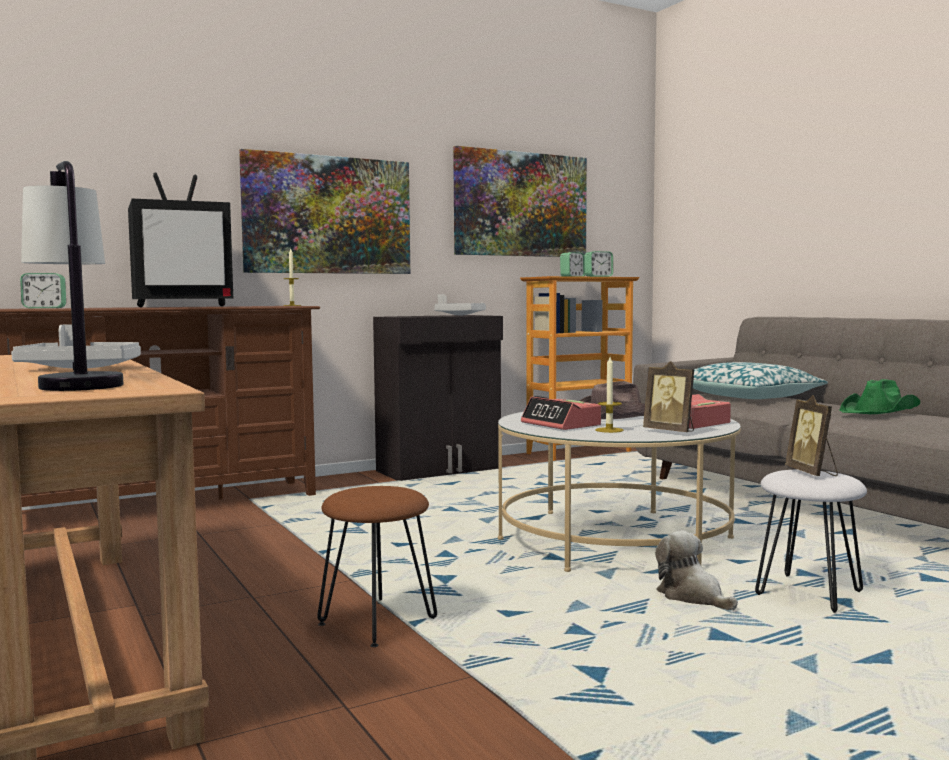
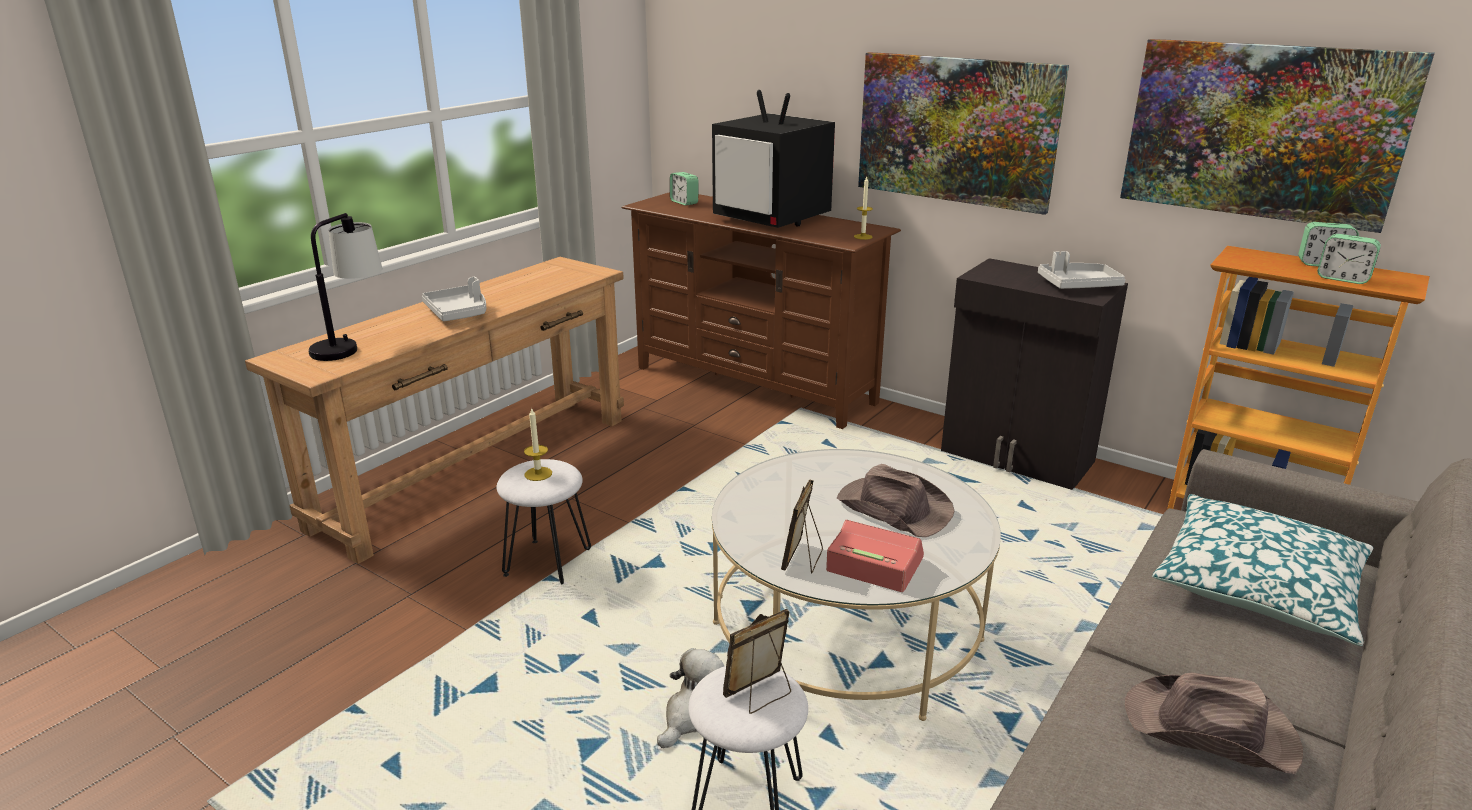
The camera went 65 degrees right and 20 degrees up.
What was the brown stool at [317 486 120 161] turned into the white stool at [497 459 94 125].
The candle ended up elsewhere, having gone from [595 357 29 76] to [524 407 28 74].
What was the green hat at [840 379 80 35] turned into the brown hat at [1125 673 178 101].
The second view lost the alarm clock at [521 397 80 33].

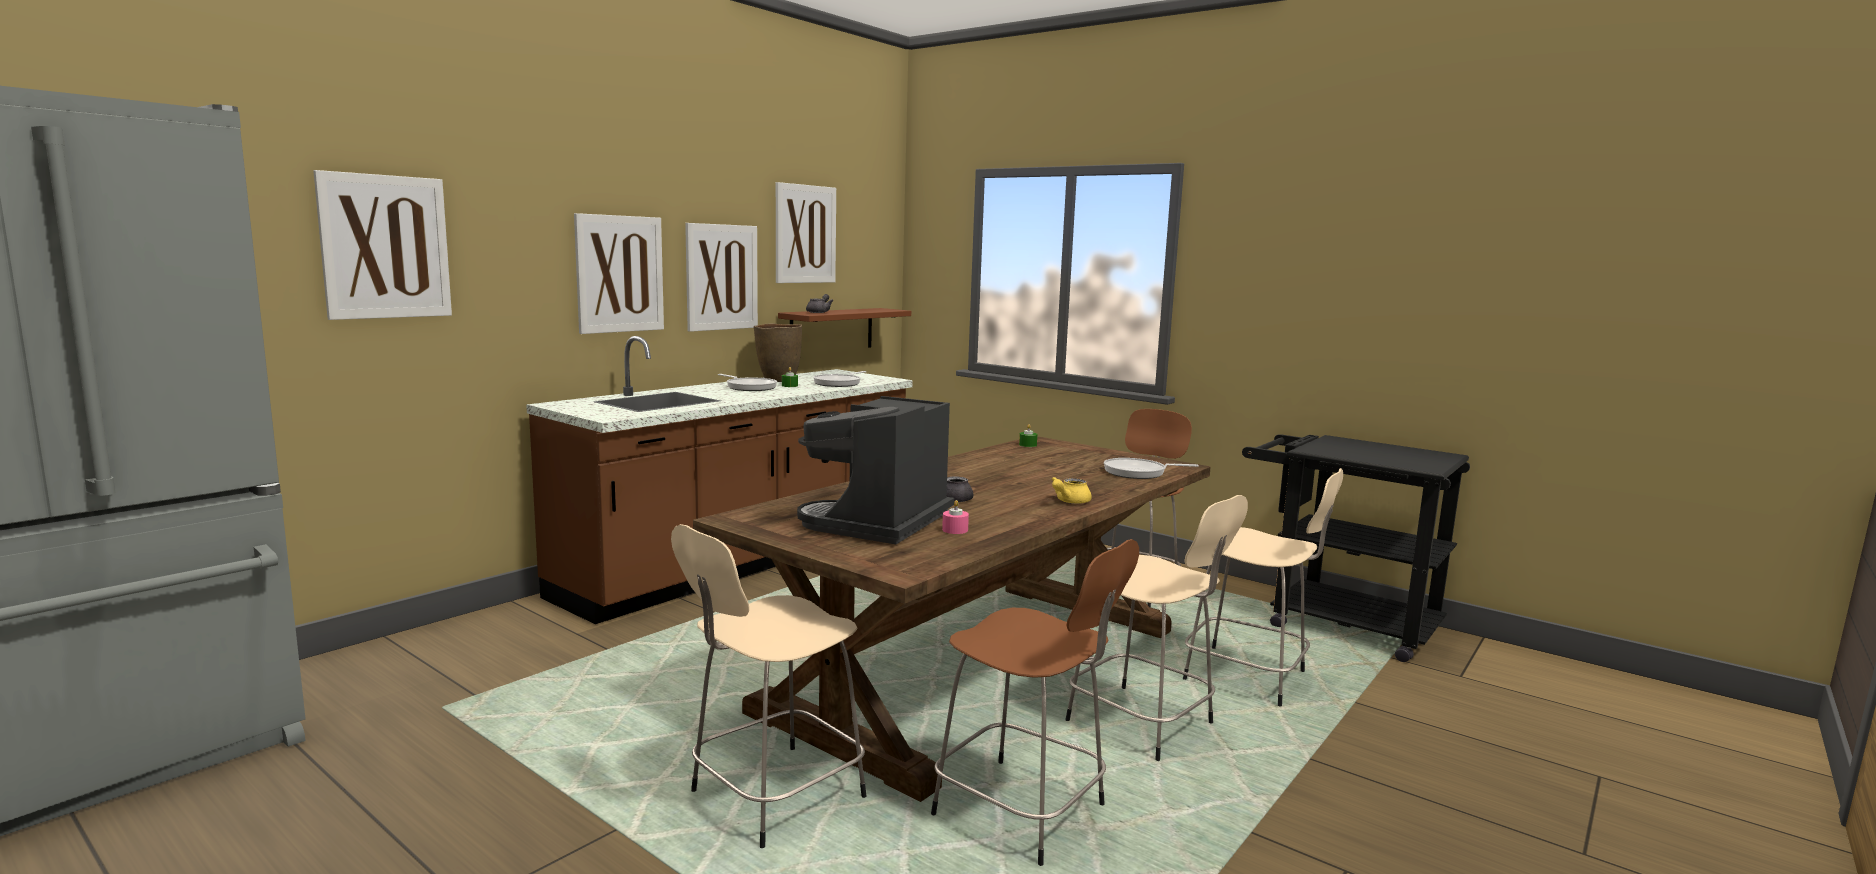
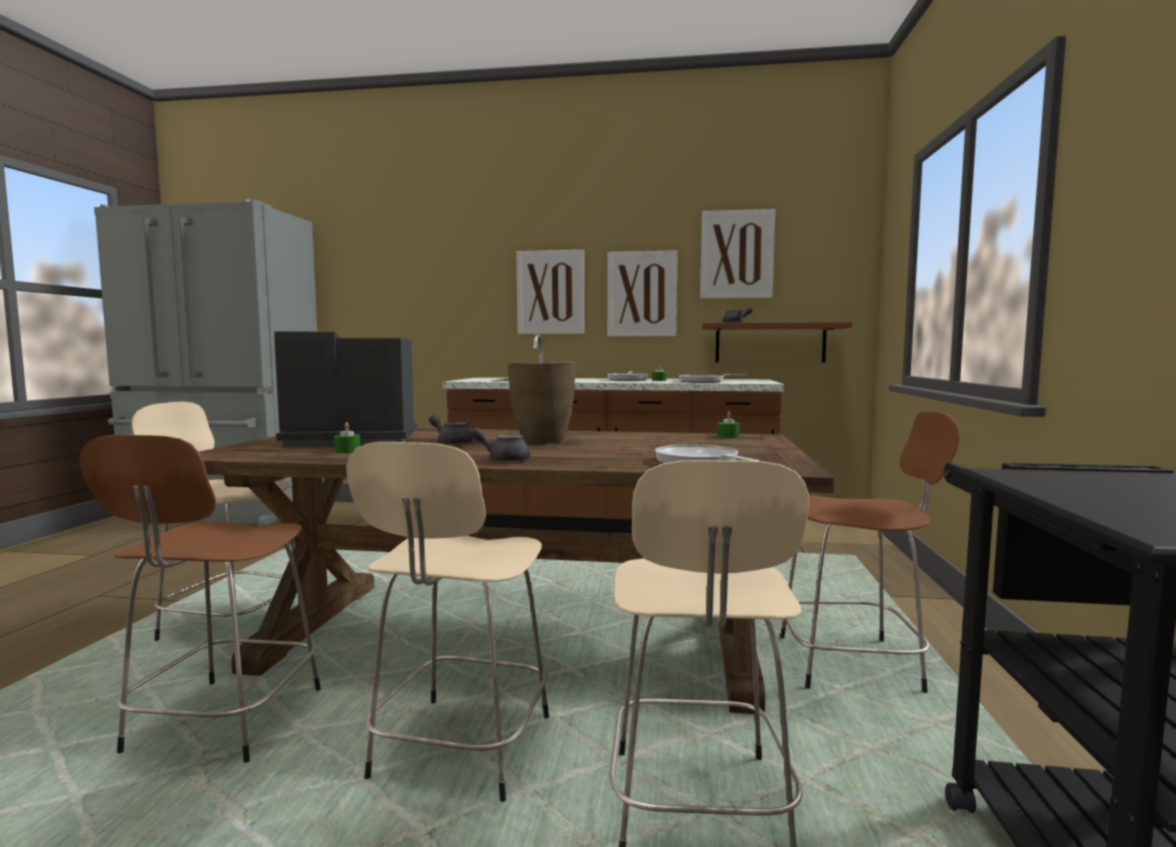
The camera went 60 degrees right and 5 degrees down.
What was the pink candle at [942 500 27 34] turned into the green candle at [334 422 27 31].
What was the yellow teapot at [1052 477 40 27] turned into the grey teapot at [471 427 59 35].
The brown vase ended up elsewhere, having gone from [754 323 48 59] to [508 361 67 82].
The second view lost the picture at [313 170 139 150].

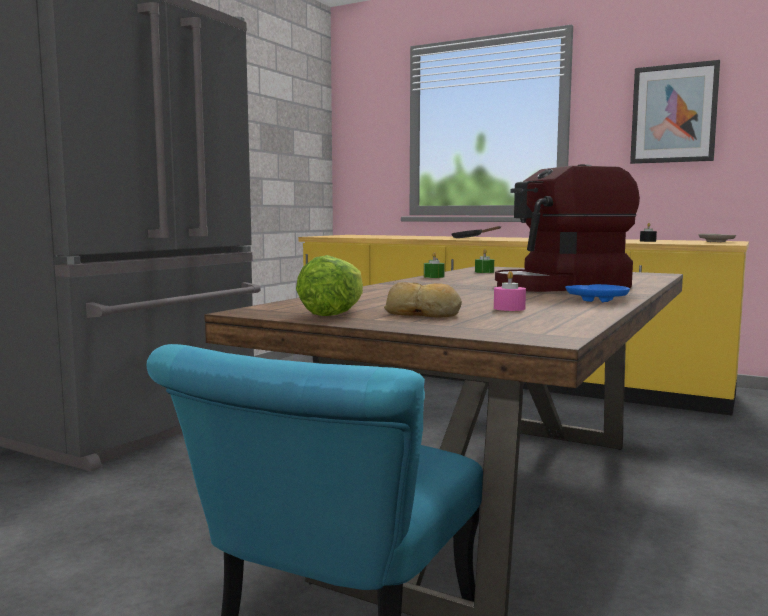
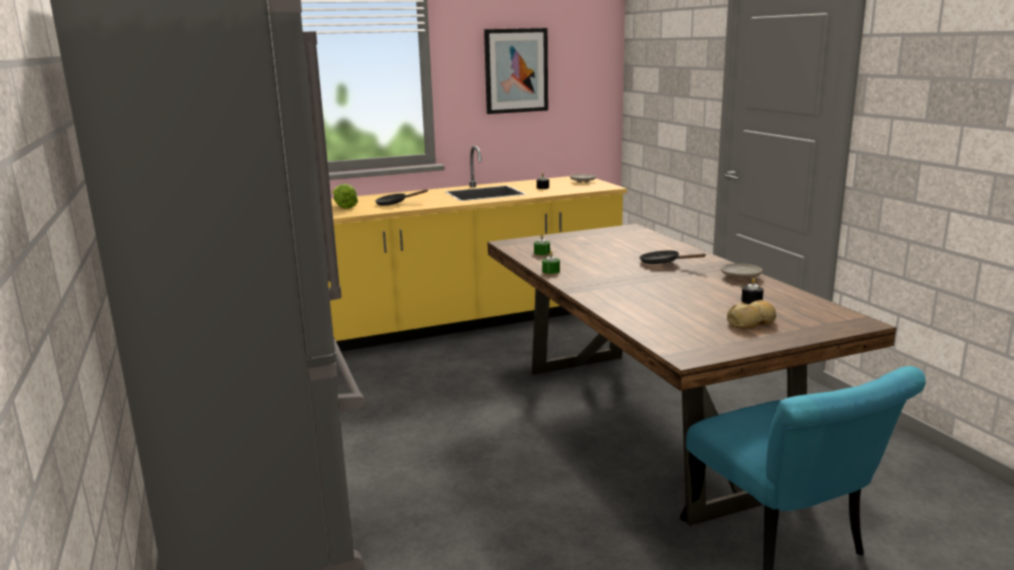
The camera went 50 degrees left and 10 degrees up.
The lettuce ended up elsewhere, having gone from [296 255 67 61] to [332 184 26 25].
Where the coffee machine stood at [495 164 145 128], the black frying pan came to stand at [639 250 67 14].
What was the blue plate at [565 284 65 18] turned into the beige plate at [721 263 41 17].
What was the pink candle at [494 271 32 40] turned into the black candle at [741 278 23 26].

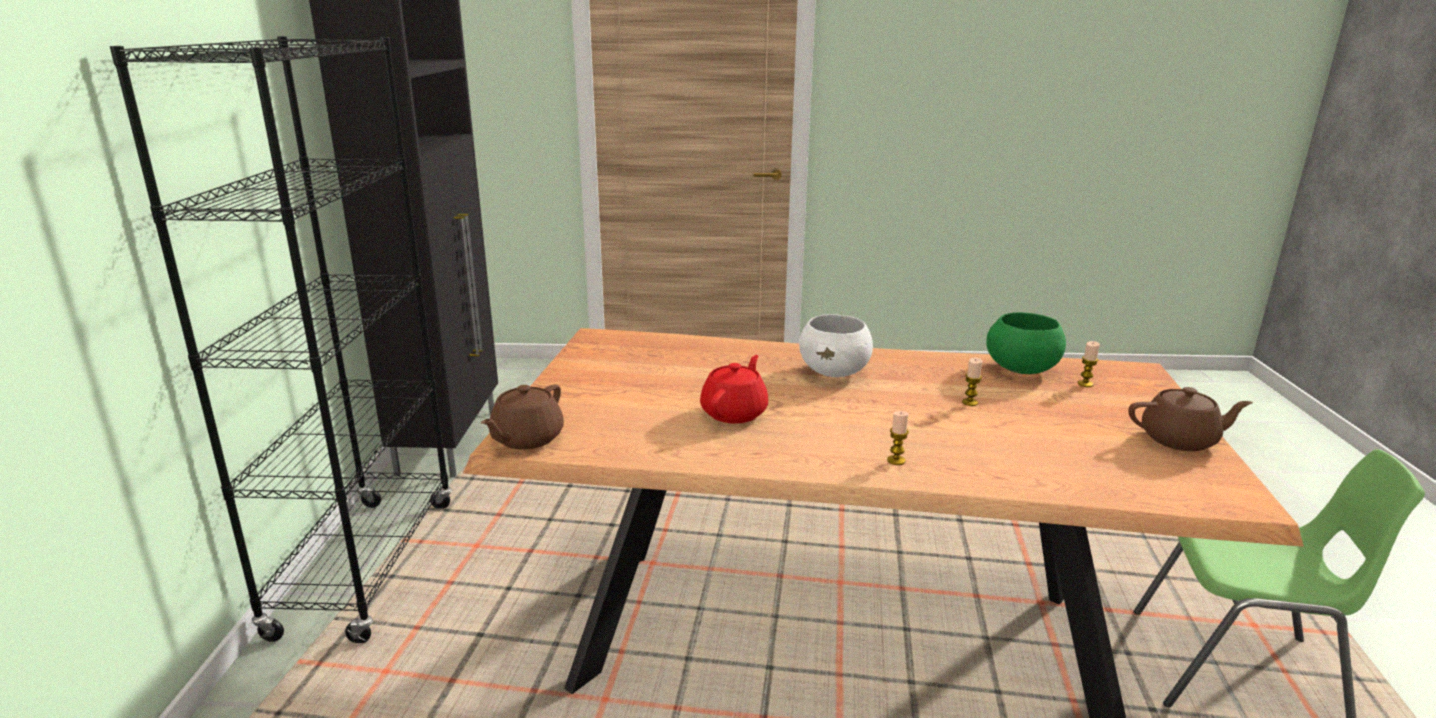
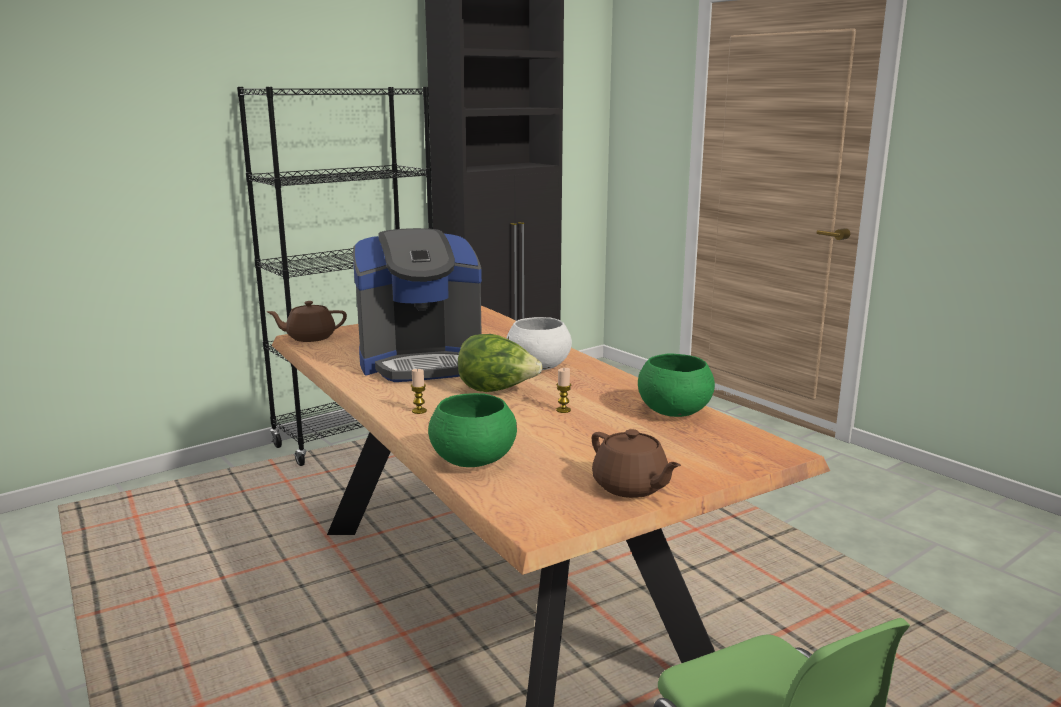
The camera went 50 degrees right and 5 degrees down.
Where the red teapot stood at [700 355 68 68], the coffee machine came to stand at [353 228 129 154].
The second view gained the green bowl at [428 393 89 74].
The second view gained the lettuce at [458 334 84 58].
The second view lost the candle at [1077 341 23 46].

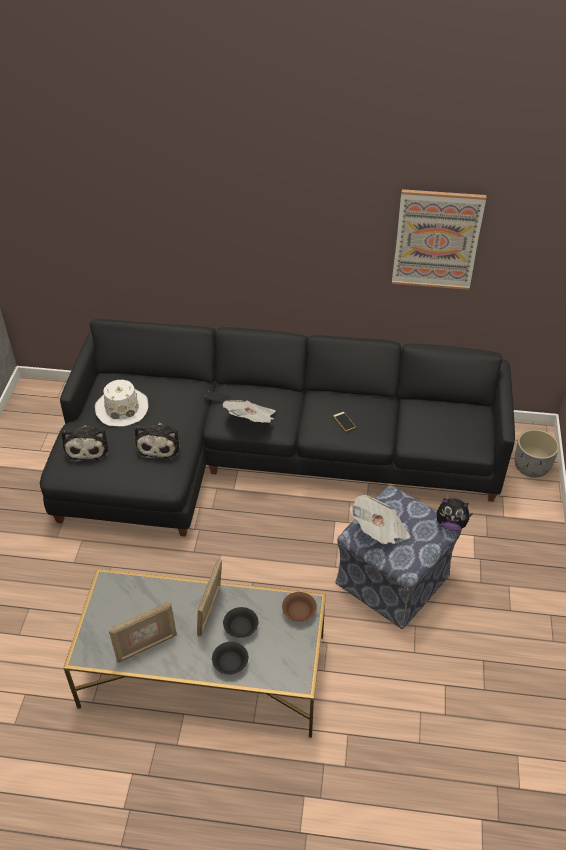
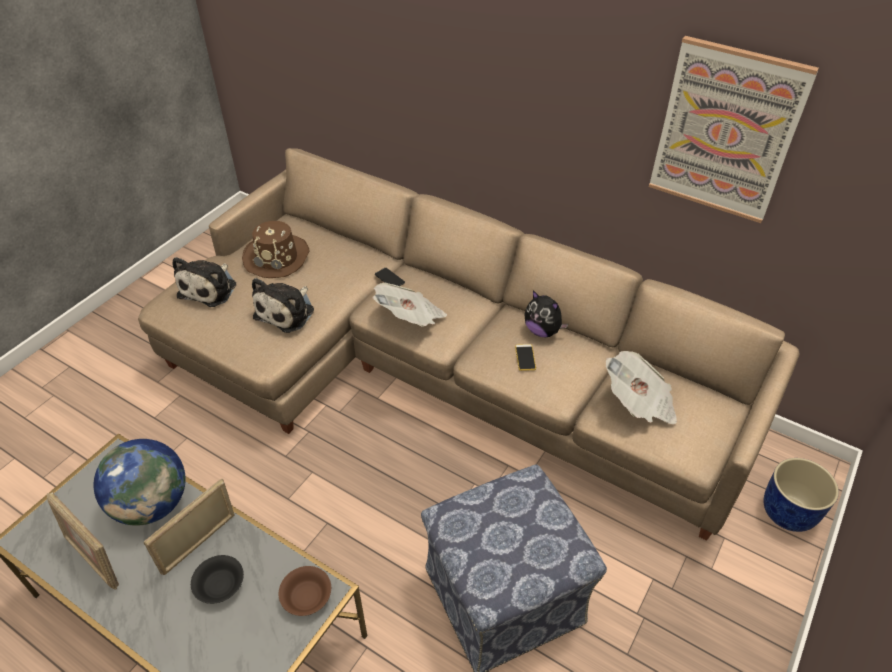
The camera went 25 degrees right and 0 degrees up.
The picture frame at [109 602 68 61] ended up facing another way, 45 degrees clockwise from before.
The second view gained the globe at [94 439 92 87].
What was the black sofa at [40 319 475 218] turned into the beige sofa at [138 148 661 393].
What was the white hat at [95 380 53 47] turned into the brown hat at [242 221 67 57].
The plush toy ended up elsewhere, having gone from [436 498 37 33] to [525 290 44 47].
The newspaper ended up elsewhere, having gone from [349 495 61 50] to [606 351 71 73].
What was the grey planter at [514 429 45 49] turned into the blue planter at [763 458 76 74].
The second view lost the black bowl at [212 642 36 33].

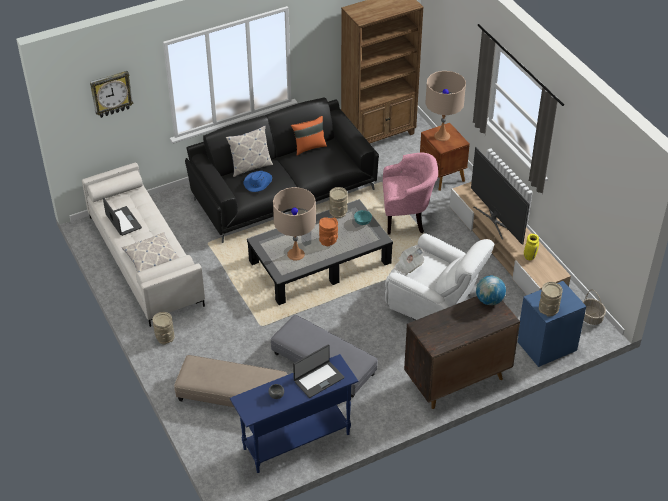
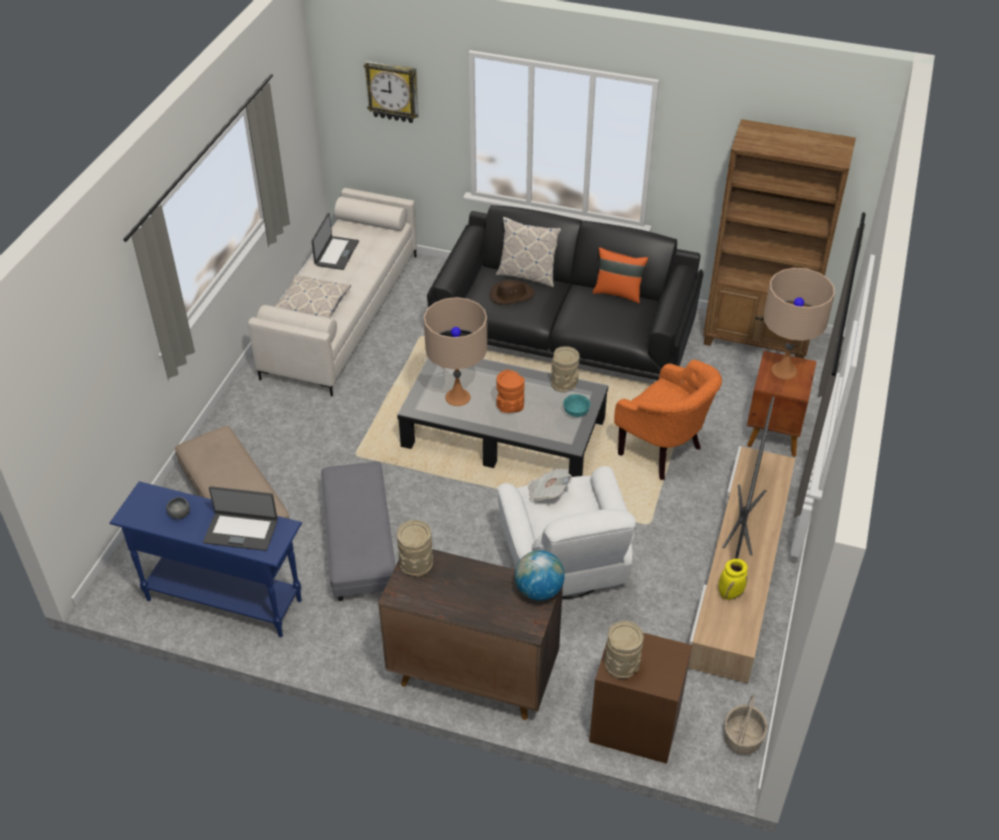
The camera went 45 degrees right and 0 degrees up.
The beige vase ended up elsewhere, having gone from [152 312 23 33] to [397 520 36 57].
What was the blue hat at [243 171 29 21] turned into the brown hat at [489 280 46 25].
What was the blue nightstand at [518 281 68 86] turned into the brown nightstand at [589 633 103 131].
What was the pink armchair at [383 153 55 82] turned into the orange armchair at [614 359 108 121].

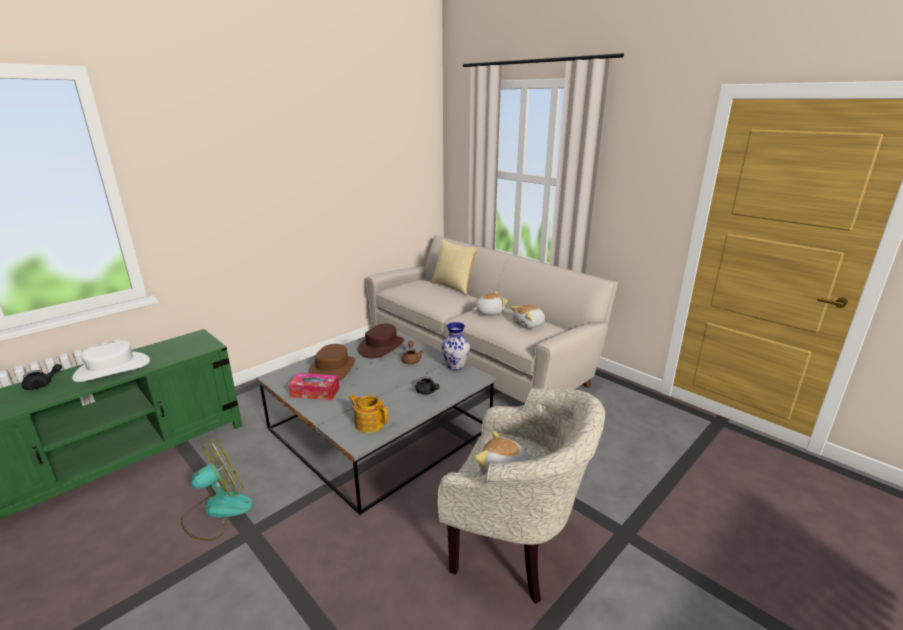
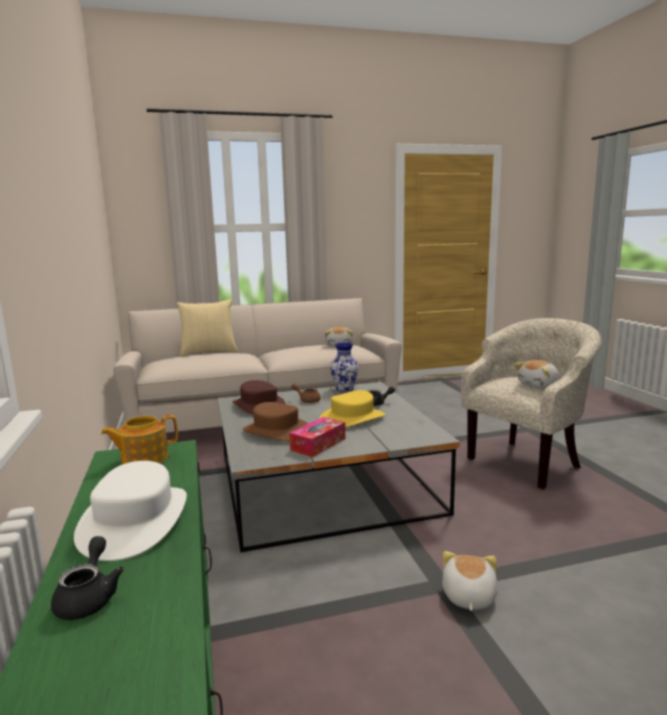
The camera went 60 degrees left and 10 degrees down.
The teapot ended up elsewhere, having gone from [349 395 39 38] to [101 415 77 50].
The second view gained the yellow hat at [319 390 66 37].
The plush toy ended up elsewhere, having gone from [473 291 35 24] to [442 551 56 60].
The second view lost the fan at [181 439 72 102].

